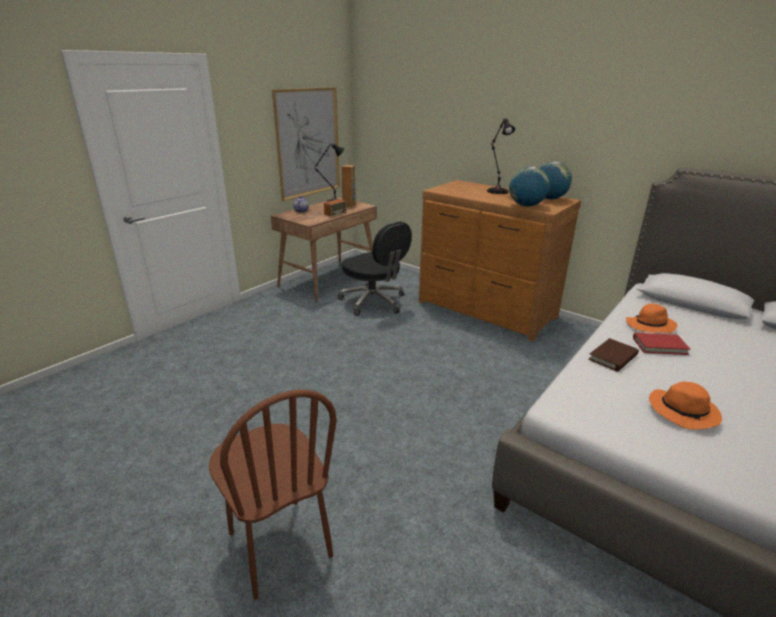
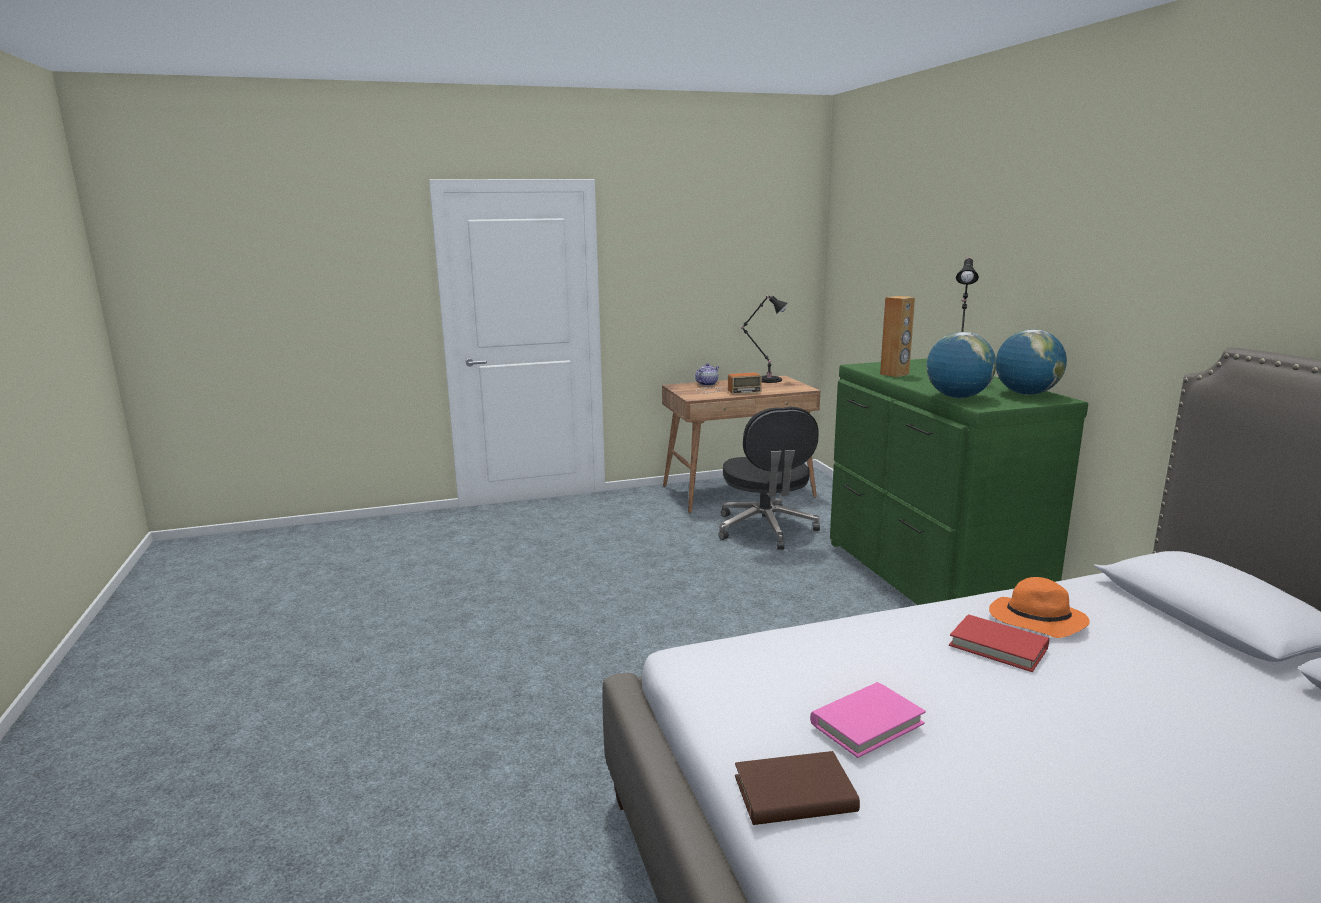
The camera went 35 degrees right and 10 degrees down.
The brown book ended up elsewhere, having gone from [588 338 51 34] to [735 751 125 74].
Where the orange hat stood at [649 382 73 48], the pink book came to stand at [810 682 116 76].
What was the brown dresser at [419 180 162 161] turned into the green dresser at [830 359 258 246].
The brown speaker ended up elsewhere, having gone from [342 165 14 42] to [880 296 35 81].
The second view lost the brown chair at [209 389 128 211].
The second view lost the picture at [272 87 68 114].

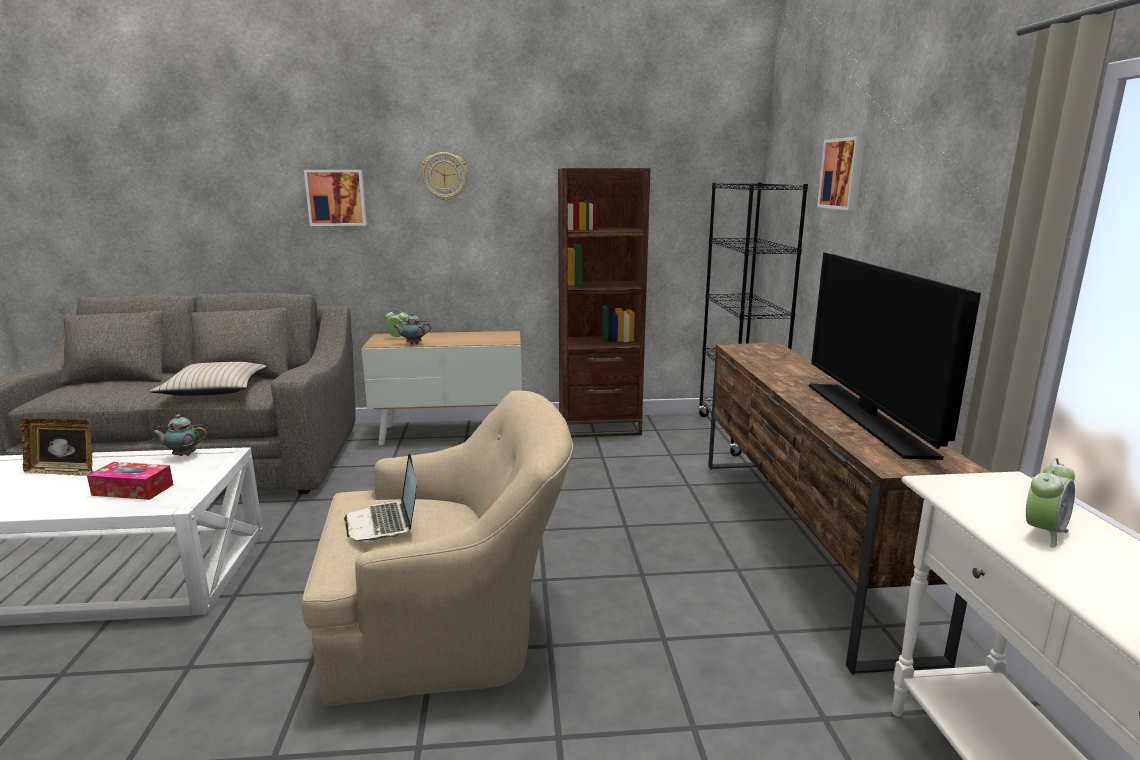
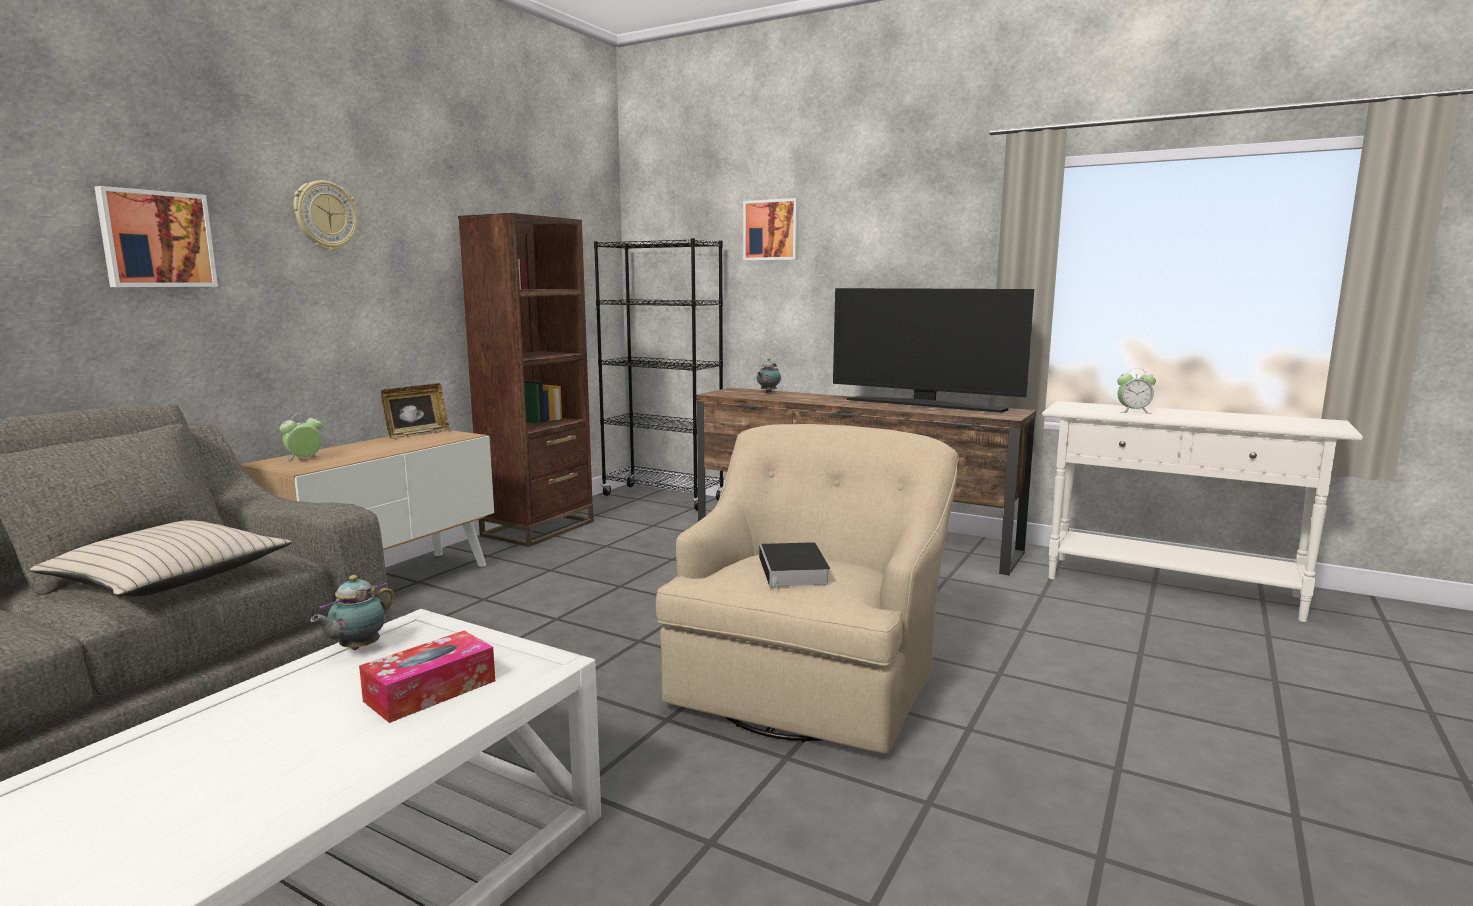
The camera went 55 degrees left and 5 degrees down.
The picture frame ended up elsewhere, having gone from [20 419 73 57] to [381 383 69 56].
The teapot ended up elsewhere, having gone from [394 313 37 31] to [757 358 24 35].
Where the laptop stood at [344 453 73 89], the book came to stand at [759 542 71 50].
The alarm clock at [1026 458 49 90] ended up facing another way, 105 degrees clockwise from before.

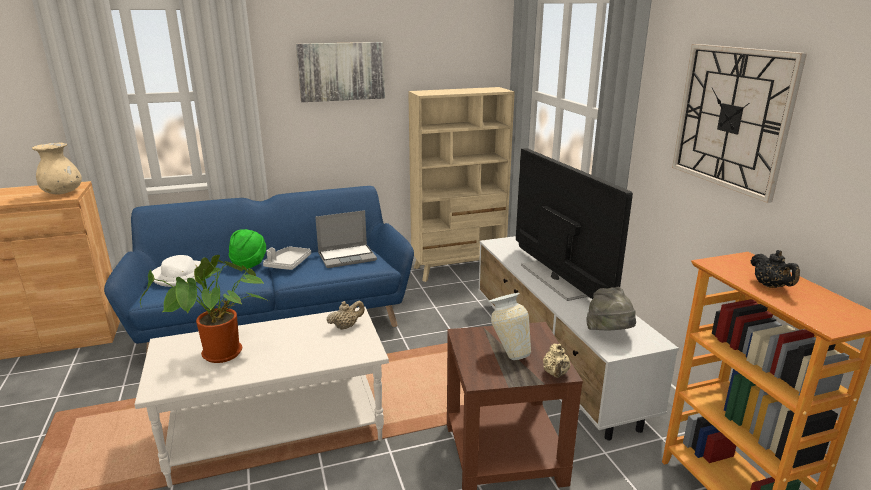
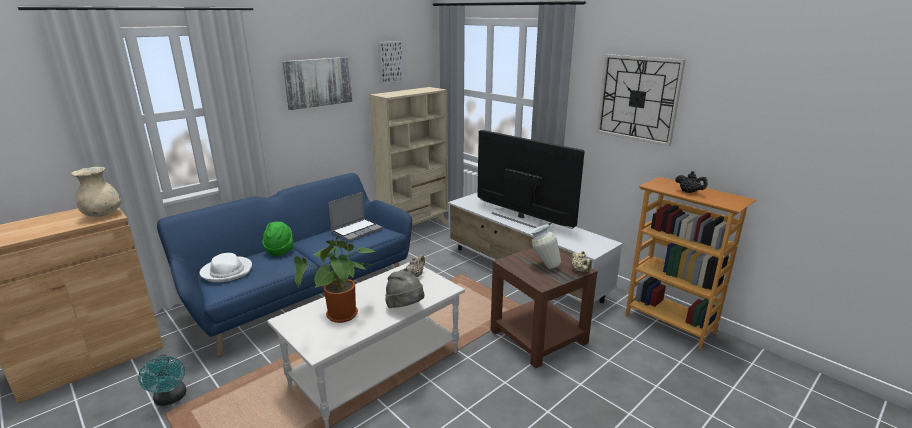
The camera went 25 degrees left and 0 degrees up.
The second view gained the turquoise fan at [138 354 48 52].
The second view gained the picture at [378 41 25 43].
The grey hat ended up elsewhere, having gone from [586 287 50 43] to [385 268 40 40].
The second view lost the grey tray at [263 246 48 24].

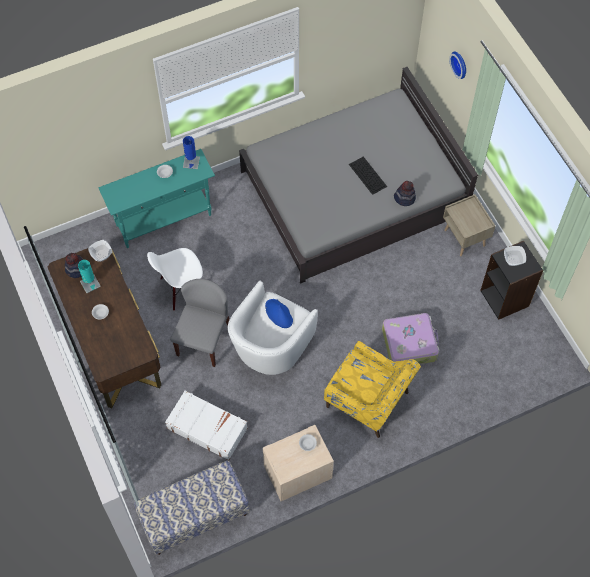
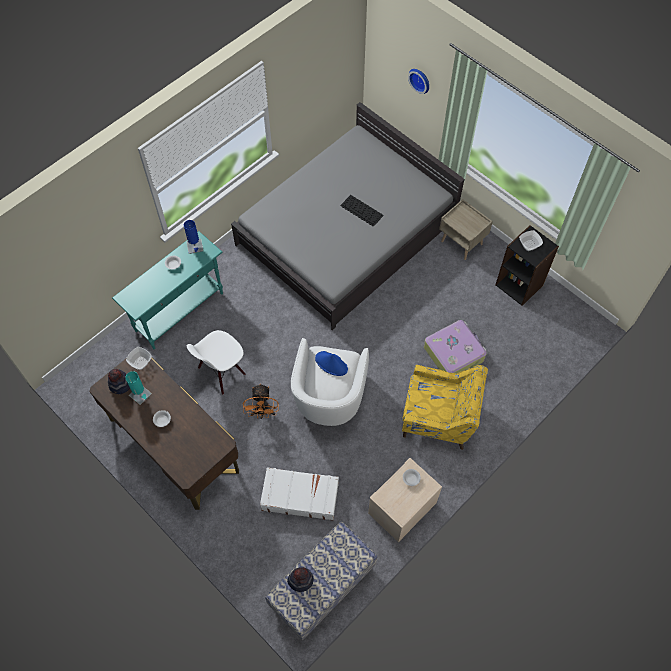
The camera went 20 degrees left and 0 degrees up.
Where the grey chair stood at [170 279 60 88], the orange fan came to stand at [243 384 36 35].
The hat ended up elsewhere, having gone from [394 181 22 25] to [287 567 27 25].

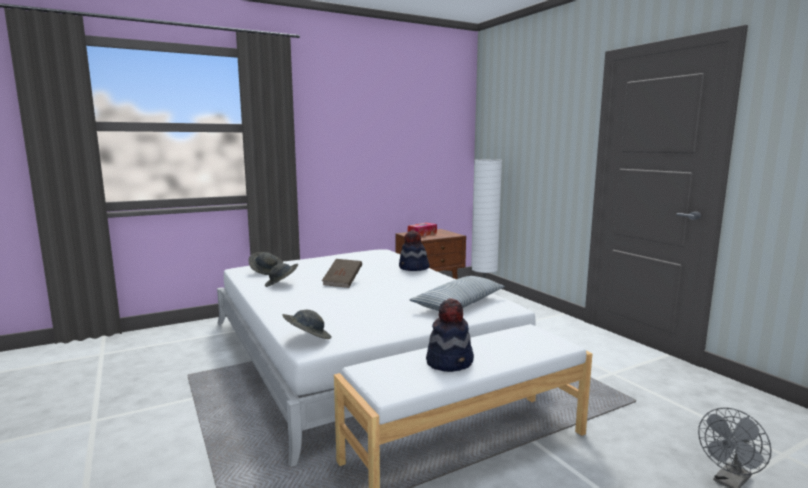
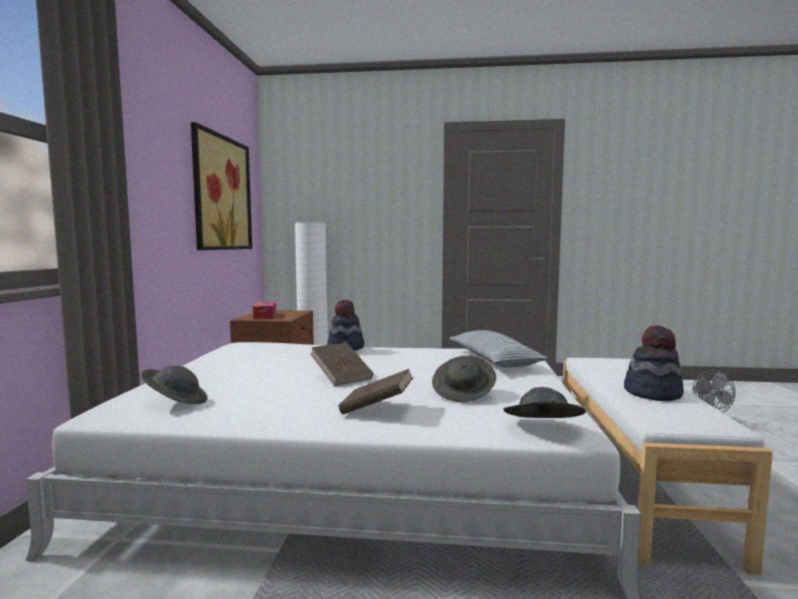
The camera went 55 degrees left and 5 degrees down.
The second view gained the picture at [191 122 61 128].
The second view gained the brown book at [338 369 76 46].
The grey hat ended up elsewhere, having gone from [265 263 33 24] to [432 355 64 47].

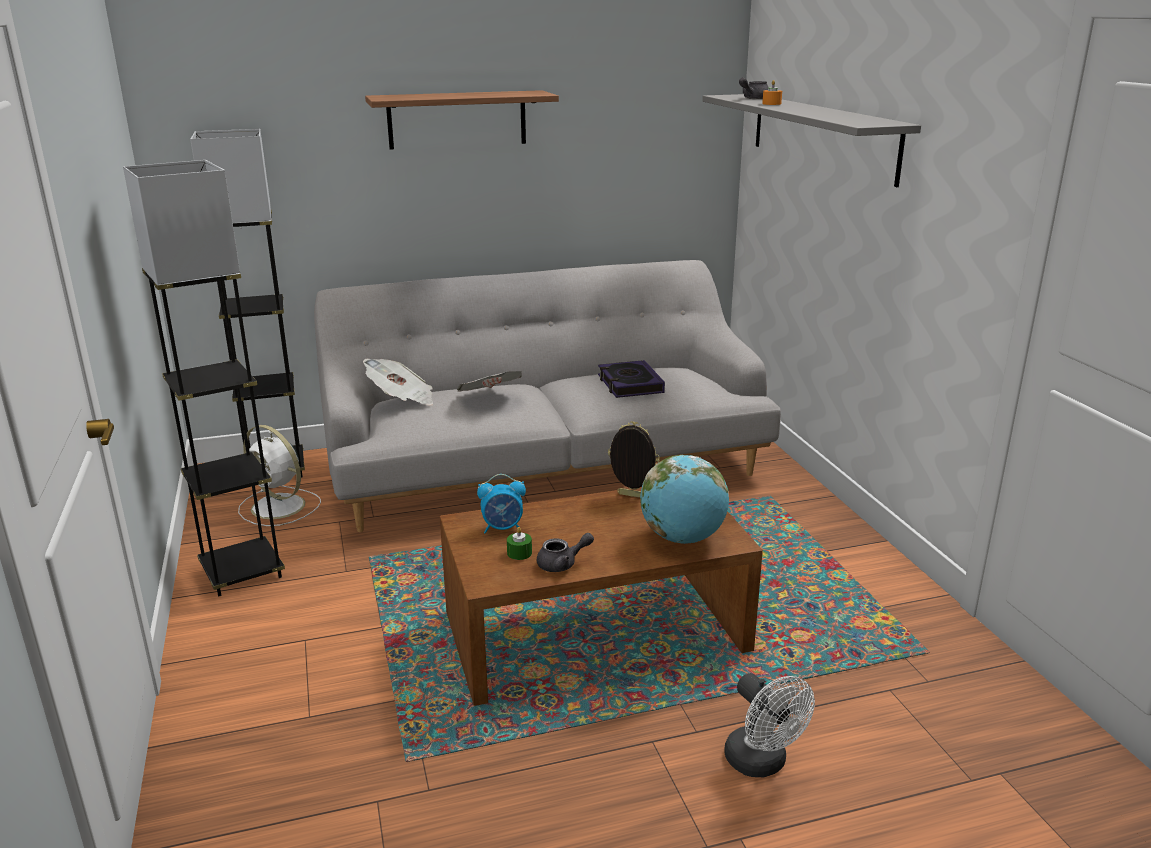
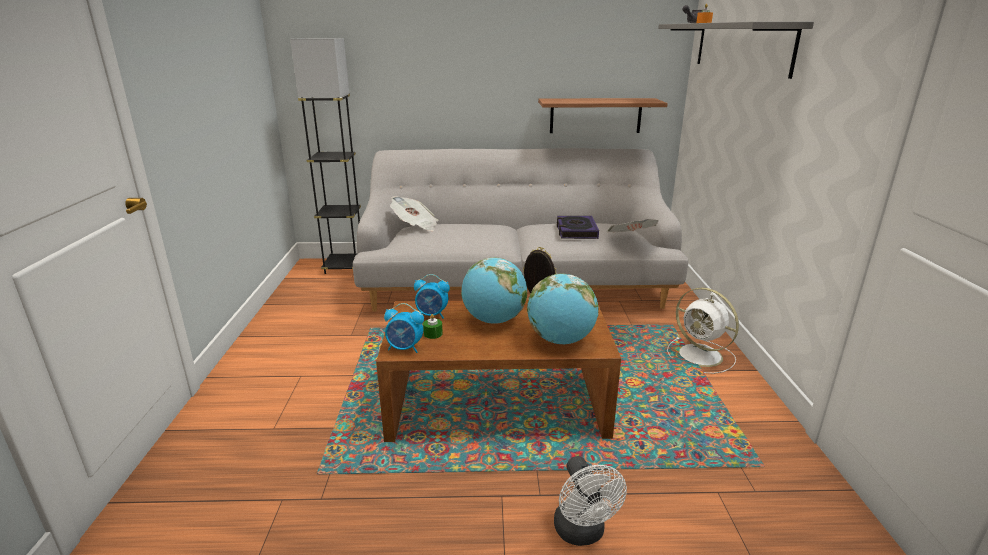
The camera went 15 degrees right and 0 degrees up.
The second view gained the alarm clock at [384 303 40 50].
The second view gained the globe at [461 257 66 67].
The shelf ended up elsewhere, having gone from [365 90 194 60] to [538 98 130 35].
The newspaper ended up elsewhere, having gone from [457 371 65 21] to [607 219 52 13].
The white fan ended up elsewhere, having gone from [238 425 83 101] to [667 288 72 86].
The second view lost the grey floor lamp at [123 160 162 436].
The second view lost the grey teapot at [537 533 57 39].

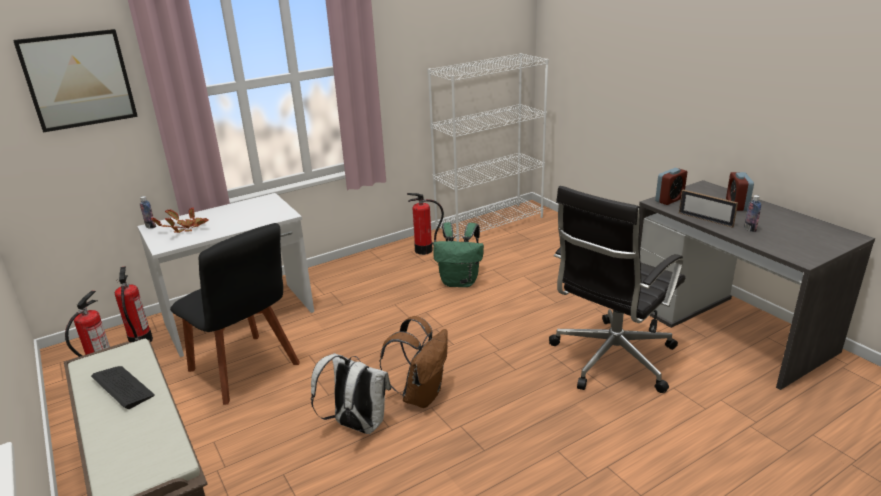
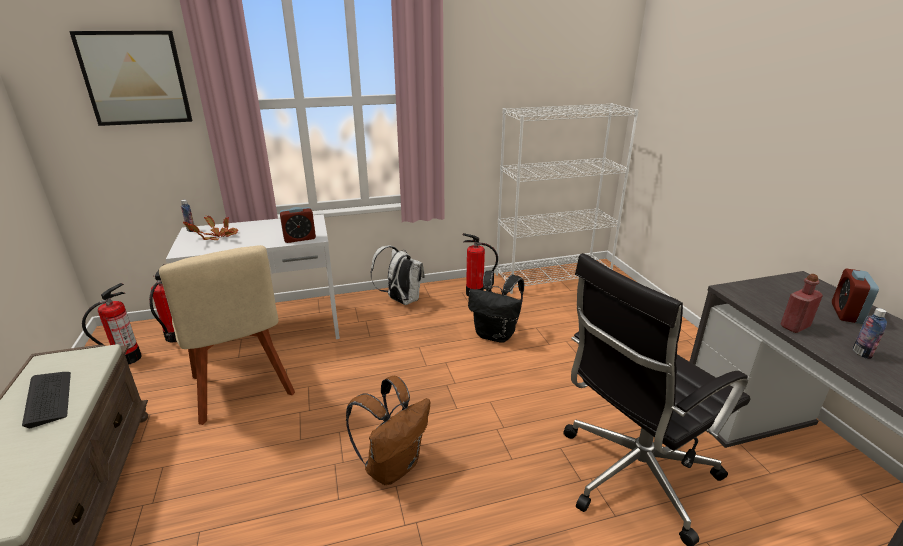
The camera went 15 degrees right and 0 degrees up.
What was the black chair at [170 223 130 182] turned into the beige chair at [159 245 136 180].
The alarm clock ended up elsewhere, having gone from [655 168 32 37] to [280 207 36 36].
The white backpack ended up elsewhere, having gone from [311 353 80 81] to [370 246 55 59].
What was the green backpack at [433 222 51 65] turned into the black backpack at [468 271 56 72].
Where the picture frame stood at [679 190 59 38], the red bottle came to stand at [781 274 42 59].

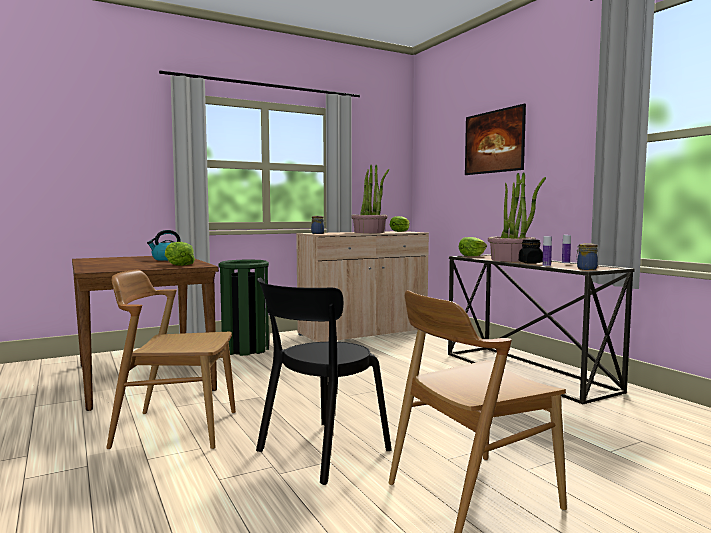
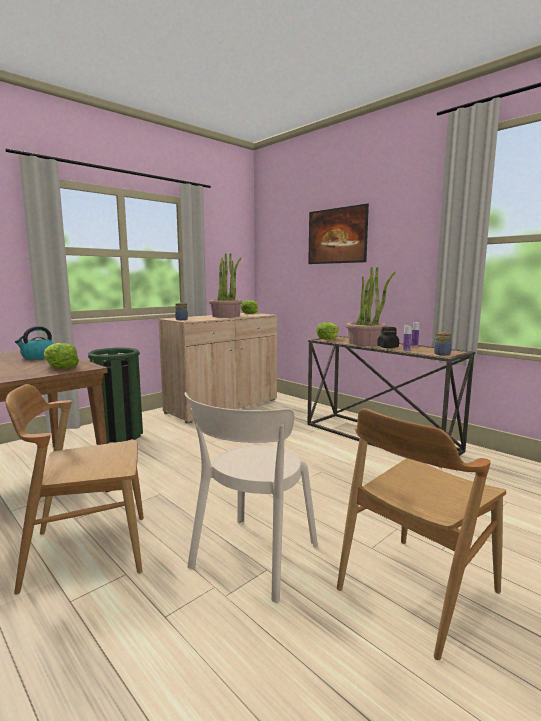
The camera went 15 degrees left and 5 degrees up.
What was the black chair at [256 277 136 208] turned into the beige chair at [184 392 134 211].

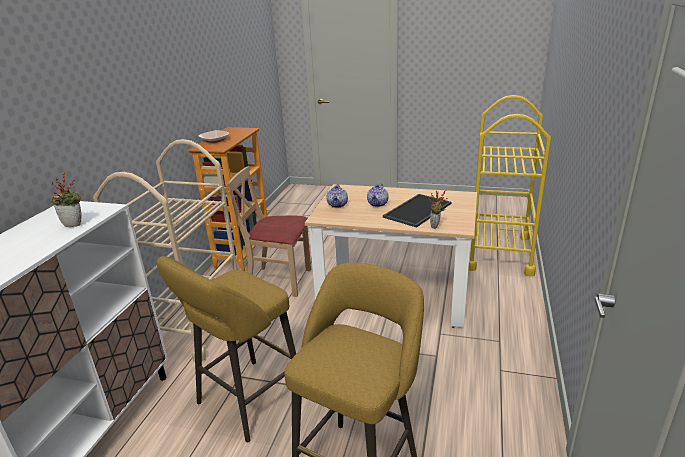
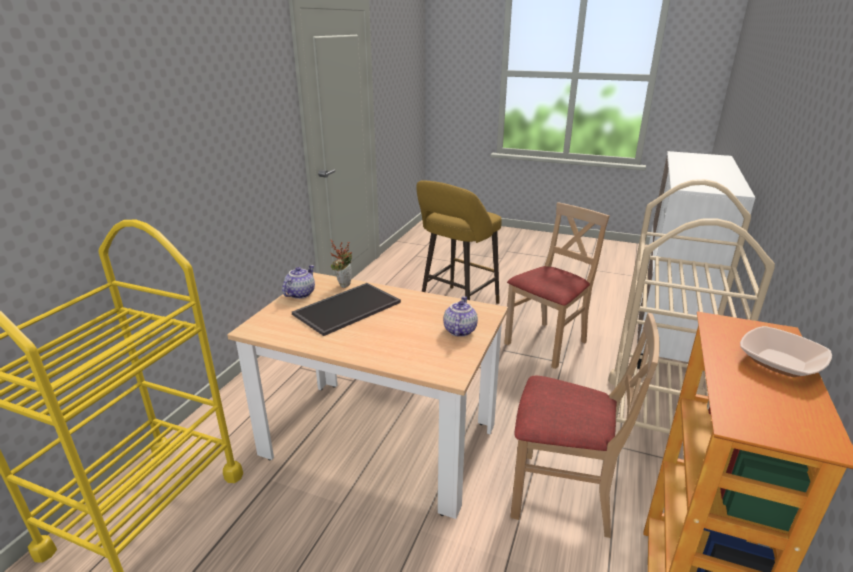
The camera went 175 degrees left and 0 degrees up.
The teapot ended up elsewhere, having gone from [367 183 22 24] to [282 265 33 34].
Where the yellow stool stood at [157 256 139 186], the beige chair came to stand at [504 202 106 167].
The second view lost the potted plant at [51 172 31 55].

